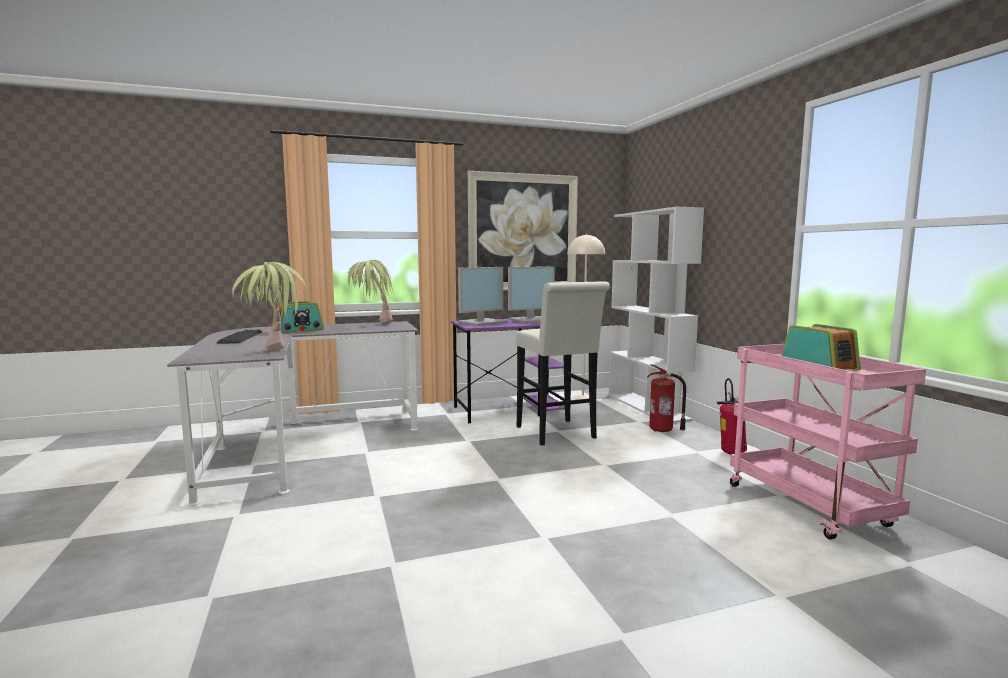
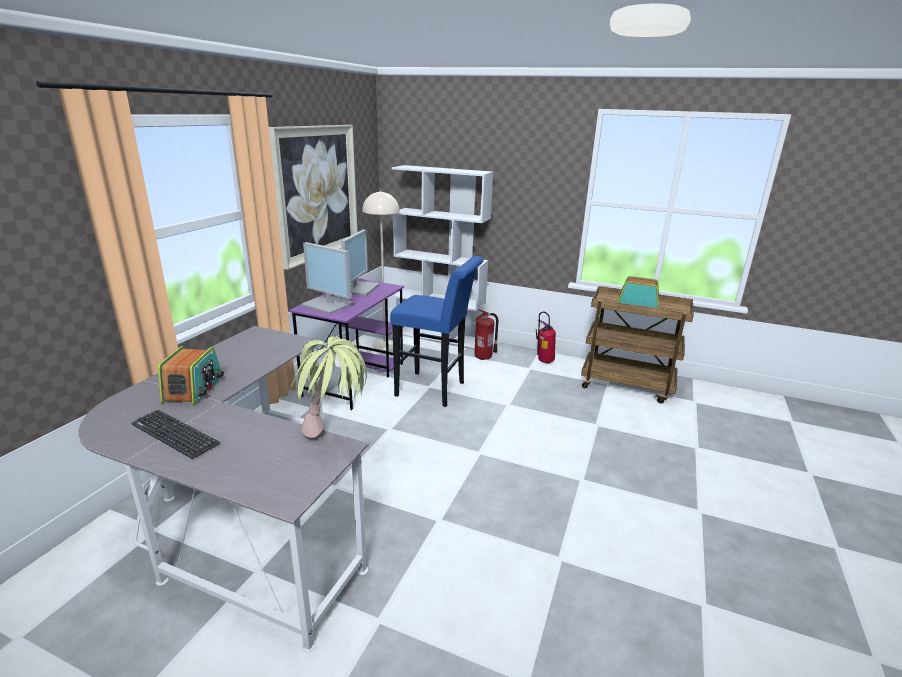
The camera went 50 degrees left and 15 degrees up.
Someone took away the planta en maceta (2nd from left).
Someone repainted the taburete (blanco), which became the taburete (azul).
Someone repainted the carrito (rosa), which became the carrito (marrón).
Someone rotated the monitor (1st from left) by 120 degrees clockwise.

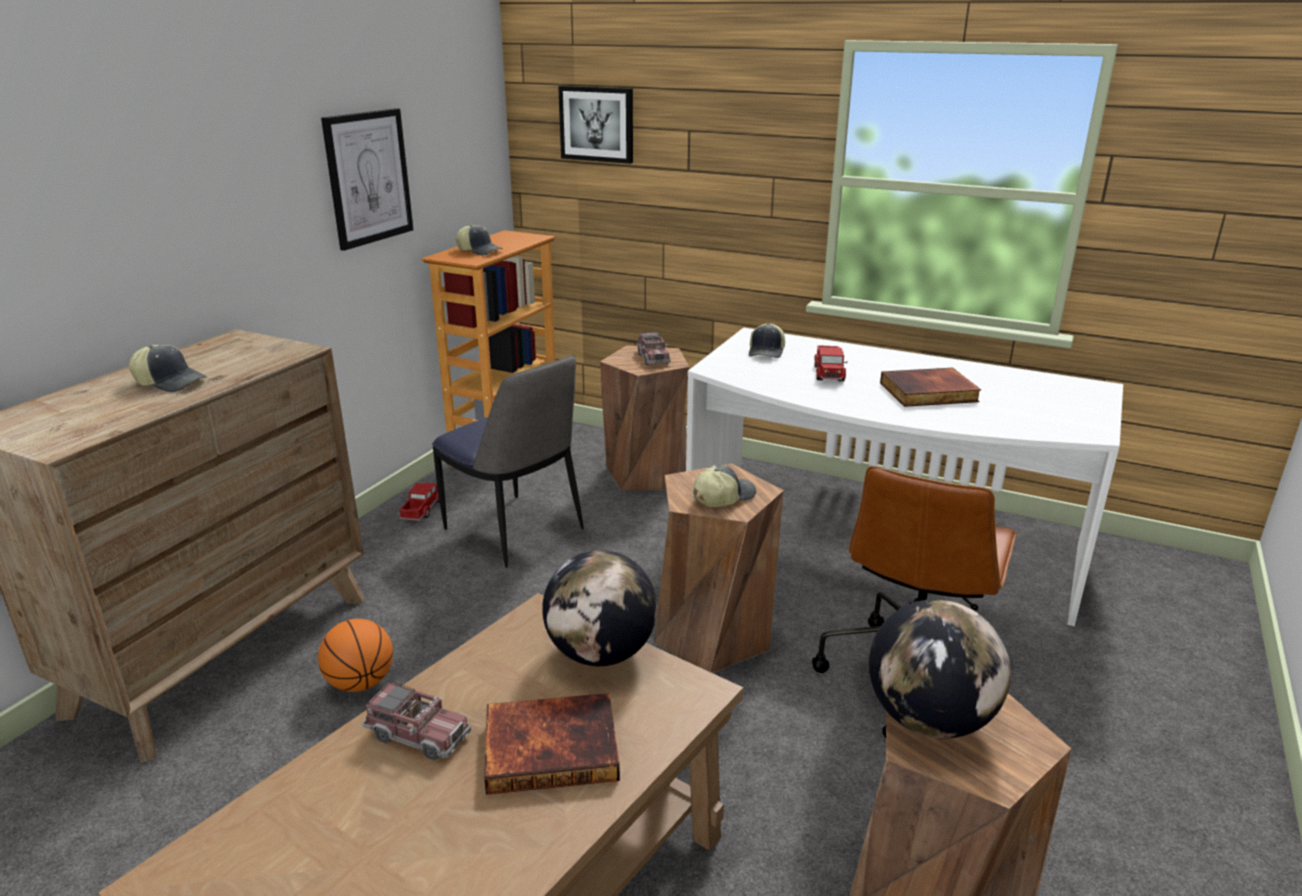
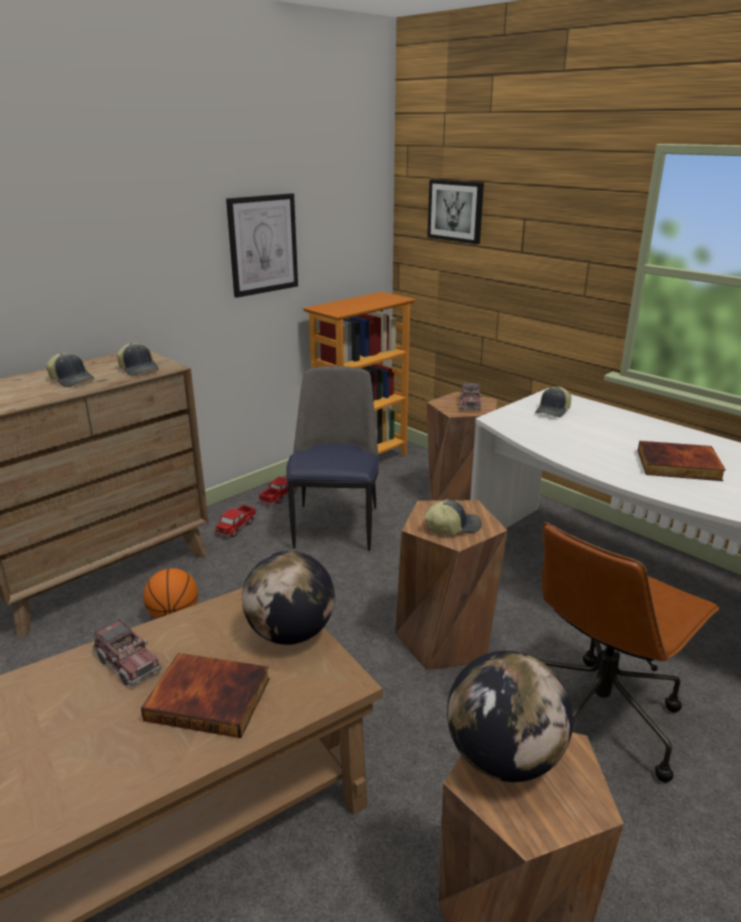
The camera went 20 degrees right and 0 degrees up.
Someone carried the gorra (2nd from left).
Someone carried the camión de juguete (4th from left in the first image).
Someone rotated the silla by 150 degrees counterclockwise.

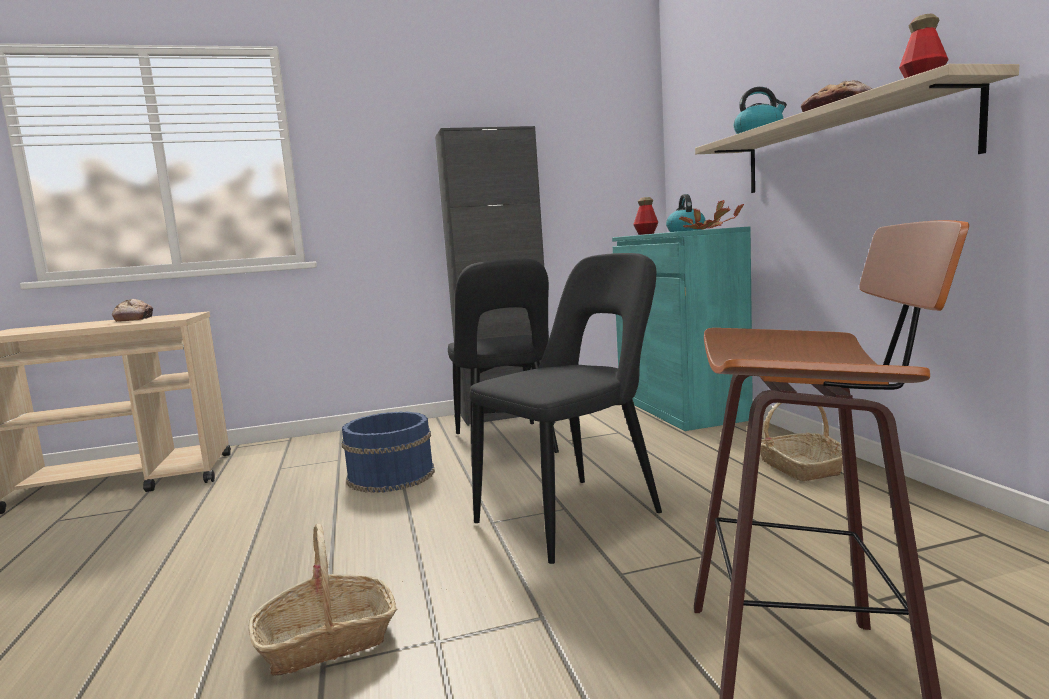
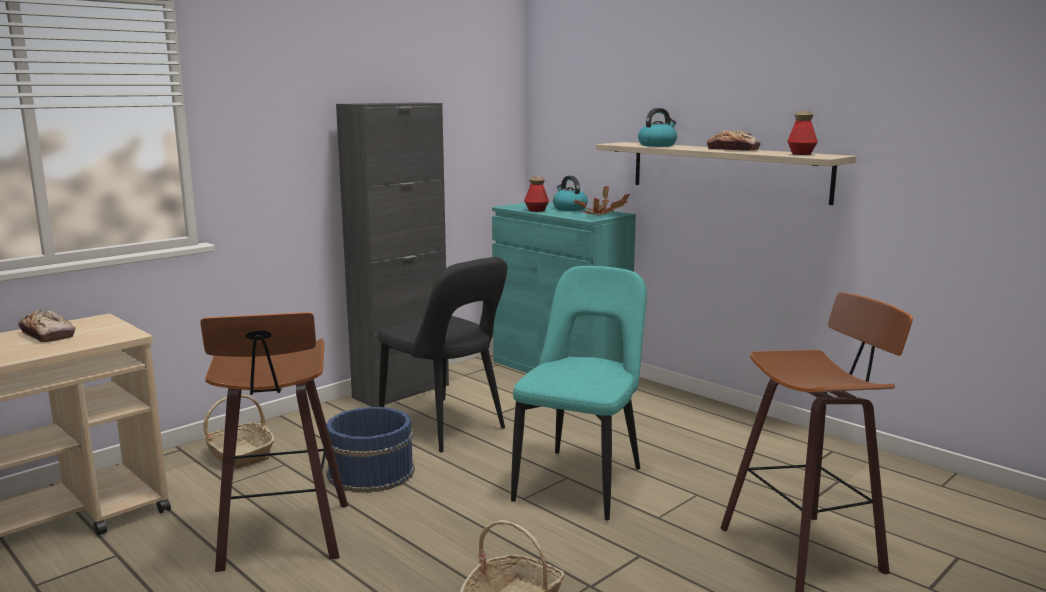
The camera went 30 degrees left and 5 degrees up.
Someone put down the taburete (1st from left).
Someone carried the cesta (2nd from left in the first image).
Someone repainted the silla (negro) (2nd from left), which became the silla (turquesa).

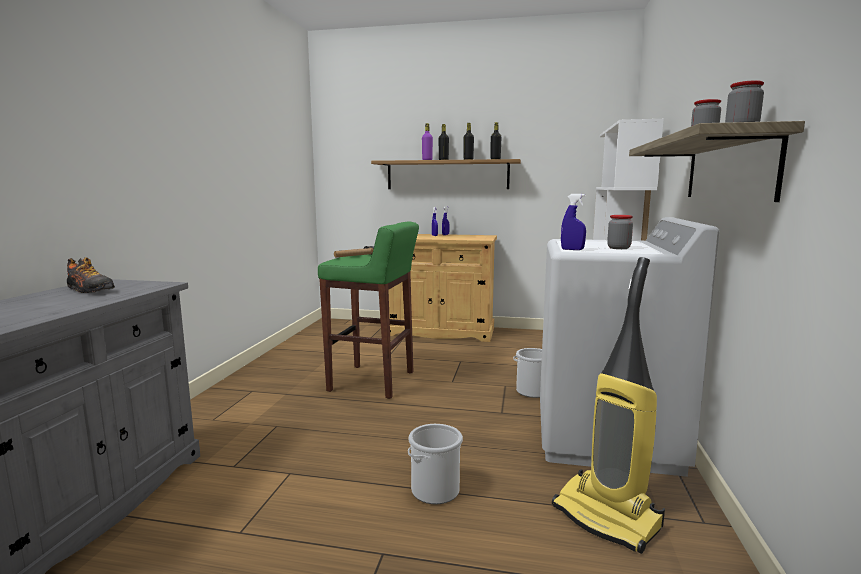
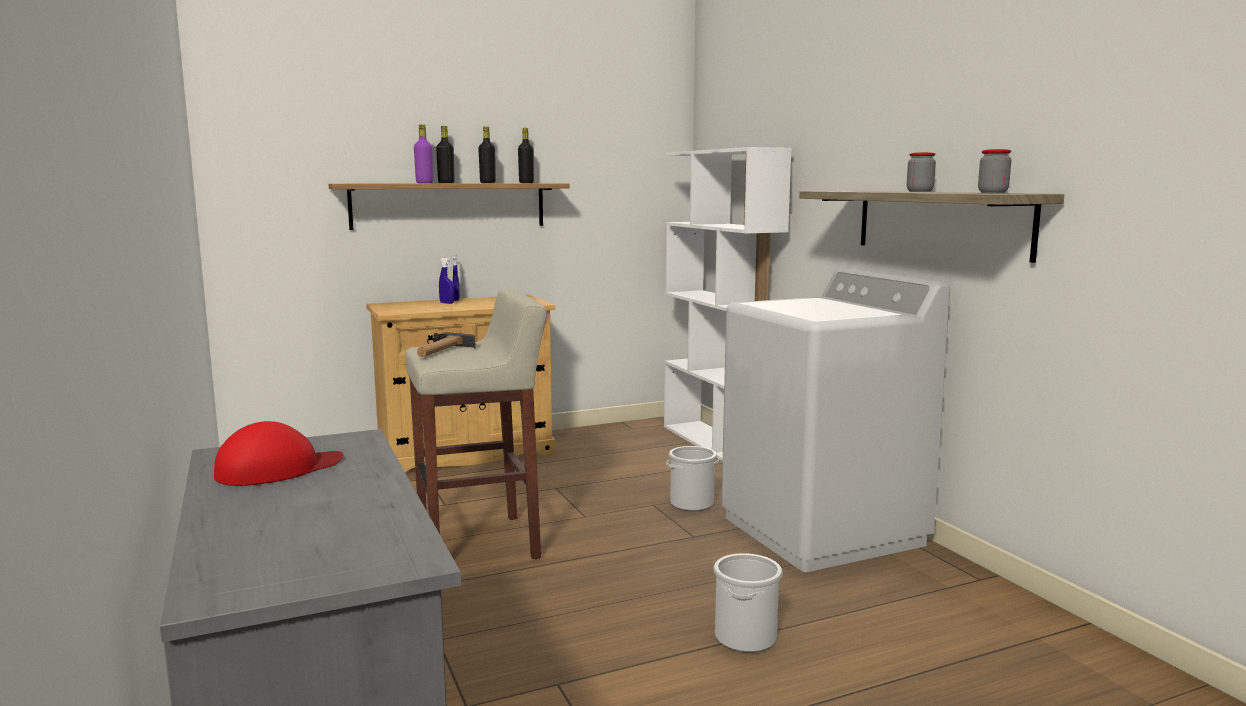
The camera went 35 degrees left and 0 degrees up.
Someone took away the aspiradora.
Someone took away the pulverizador (azul) (3rd from left).
Someone took away the tarro (1st from left).
Someone swapped the zapato for the gorra (rojo).
Someone repainted the taburete (verde), which became the taburete (beis).

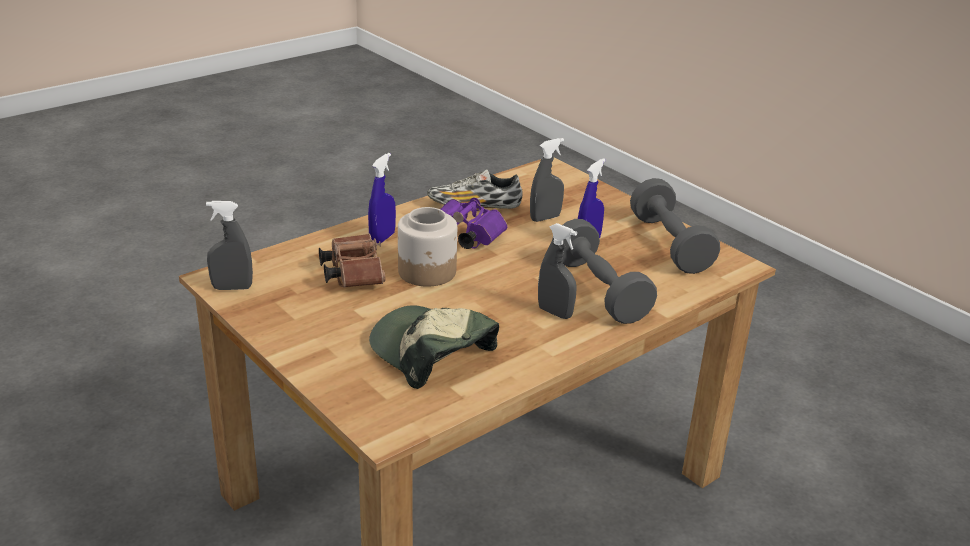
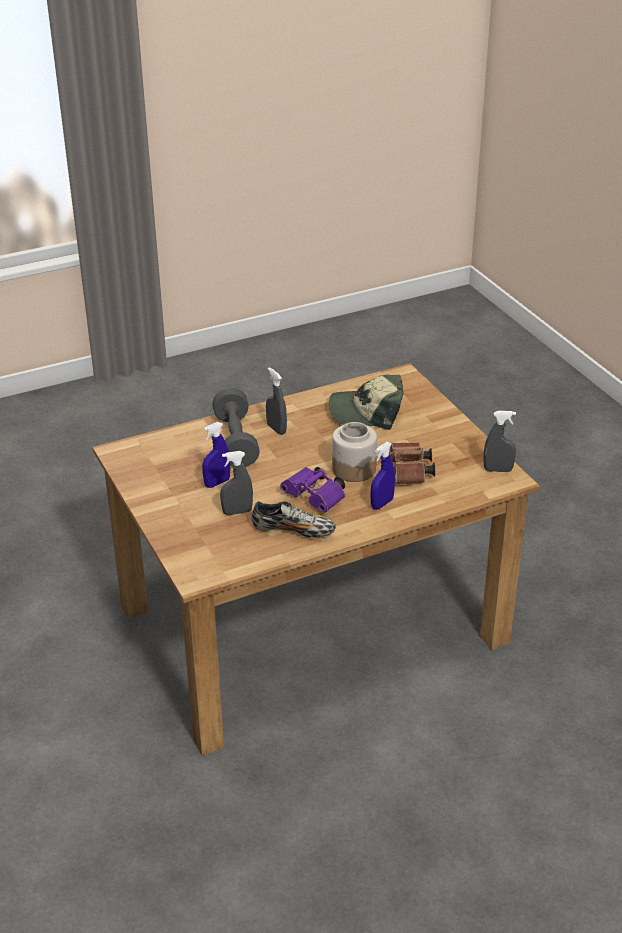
The camera went 165 degrees left and 5 degrees up.
Someone took away the mancuerna (gris) (2nd from left).
Someone rotated the gorra by 120 degrees clockwise.

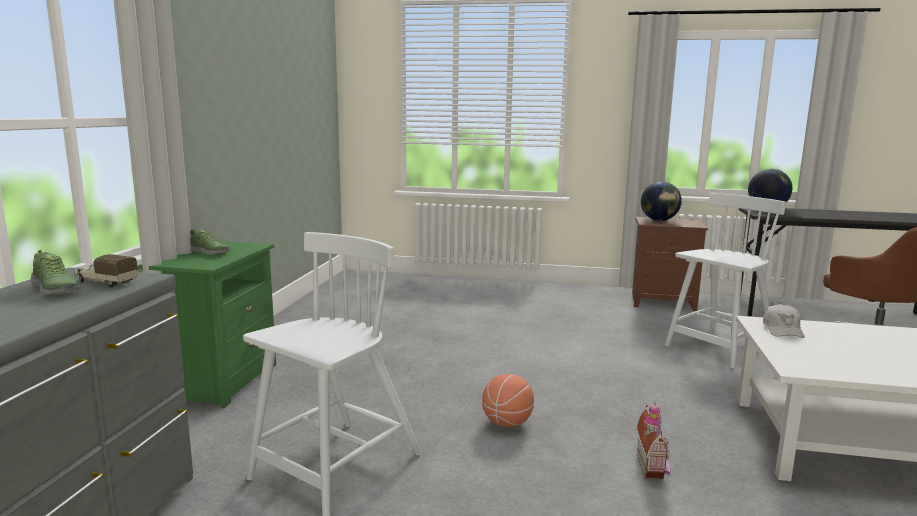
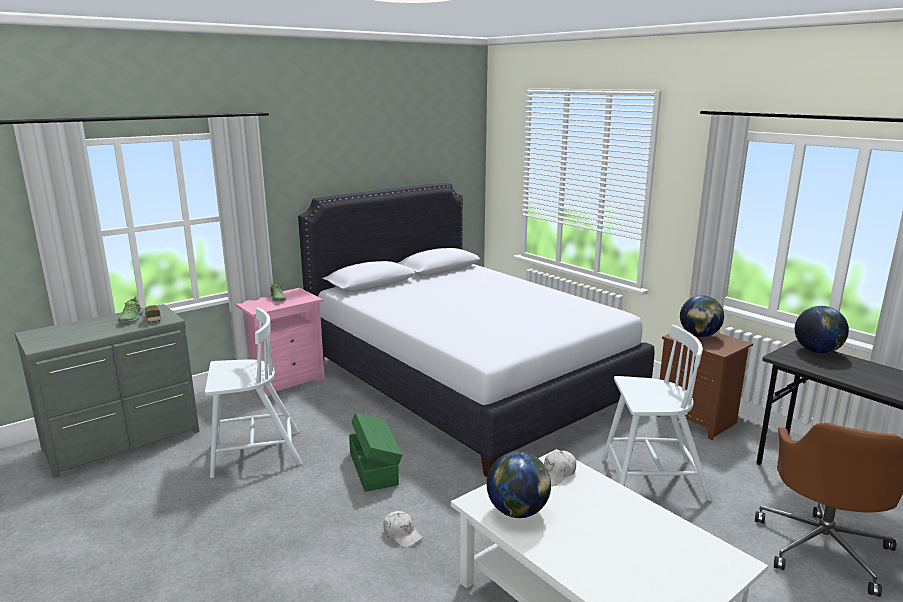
The camera went 40 degrees right and 5 degrees up.
Someone put down the cama (blanco).
Someone put down the globo terráqueo (1st from left).
Someone swapped the balón de baloncesto for the caja de almacenaje (verde).
Someone swapped the casita for the gorra (blanco) (1st from left).
Someone repainted the mesita de noche (verde), which became the mesita de noche (rosa).

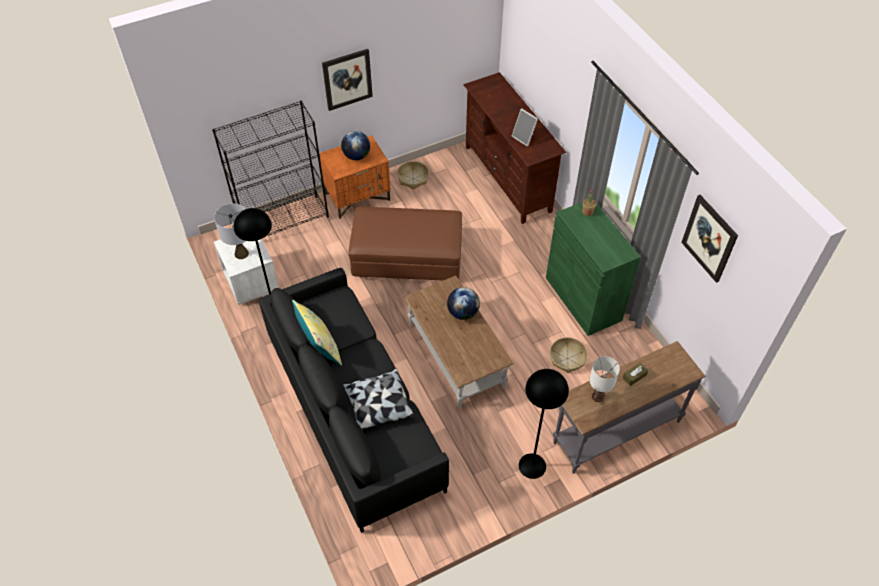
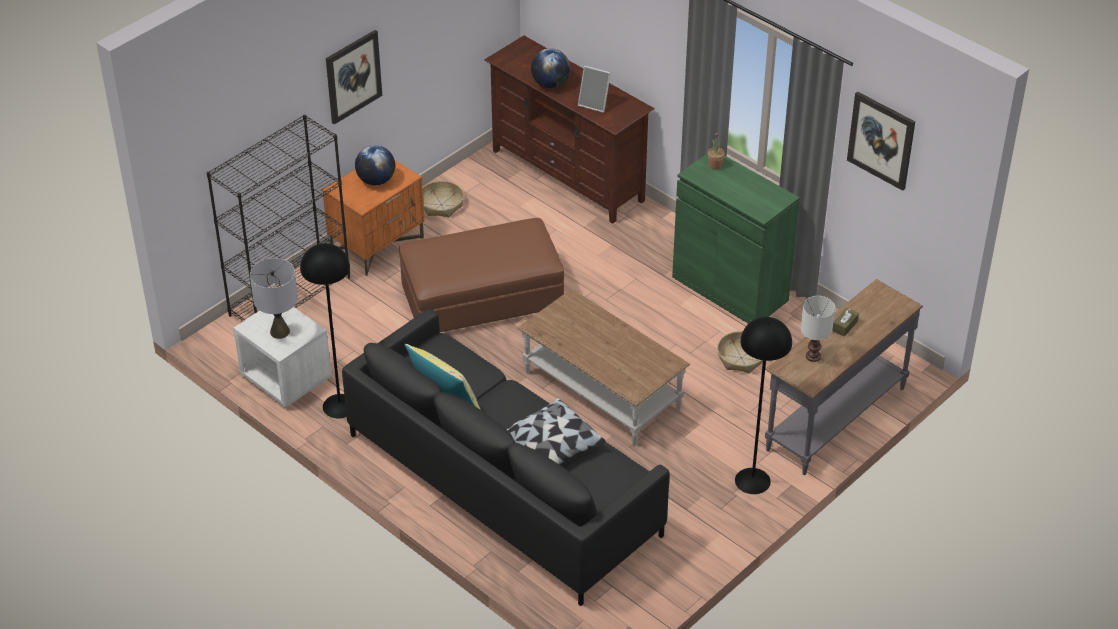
The camera went 20 degrees left and 10 degrees down.
Someone carried the globo terráqueo (2nd from left).

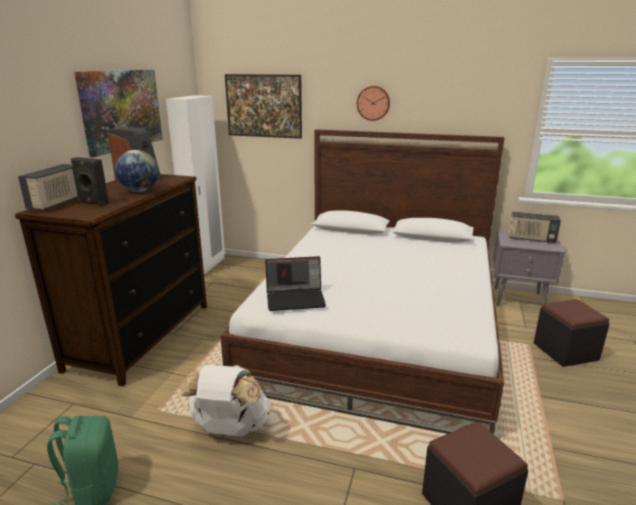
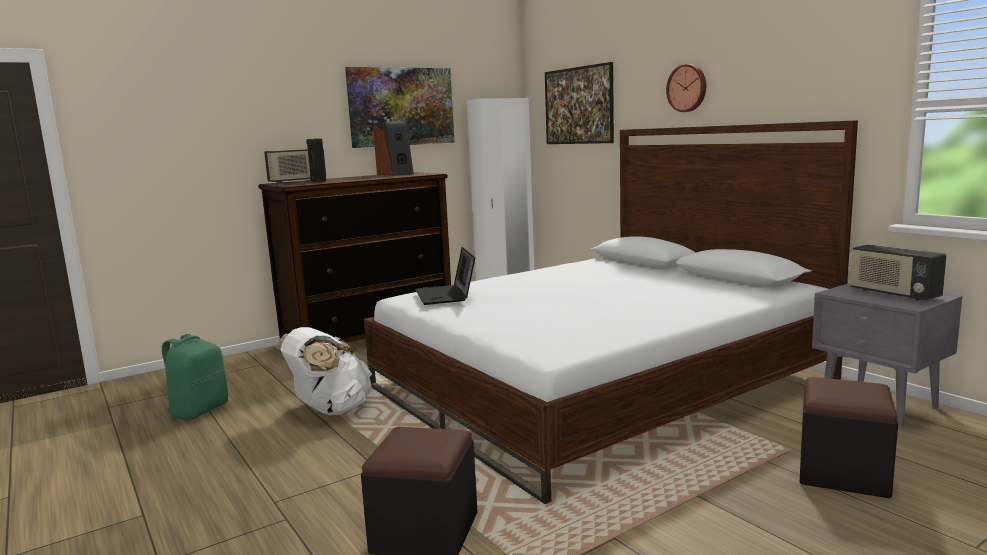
The camera went 40 degrees right and 10 degrees down.
Someone took away the globo terráqueo.
Someone rotated the portátil by 45 degrees clockwise.

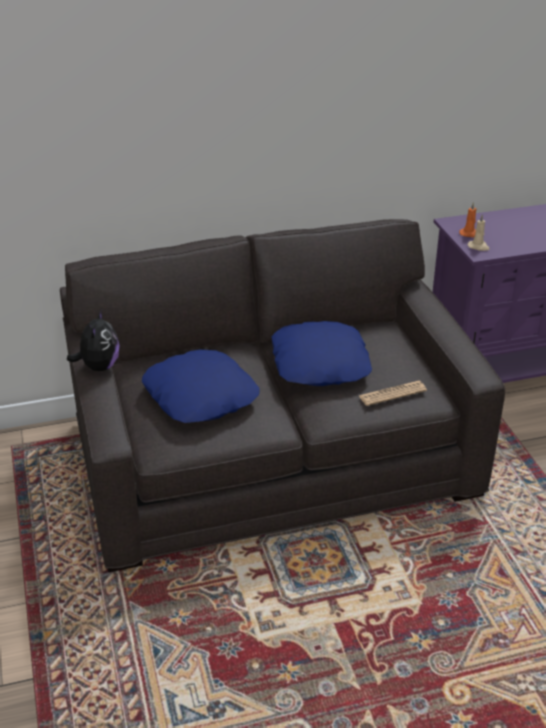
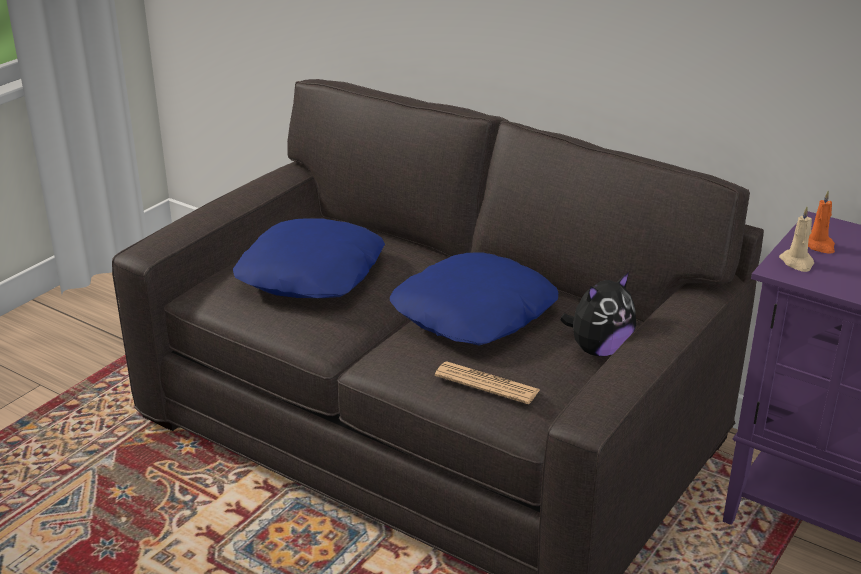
The camera went 50 degrees right and 5 degrees down.
Someone carried the peluche.

